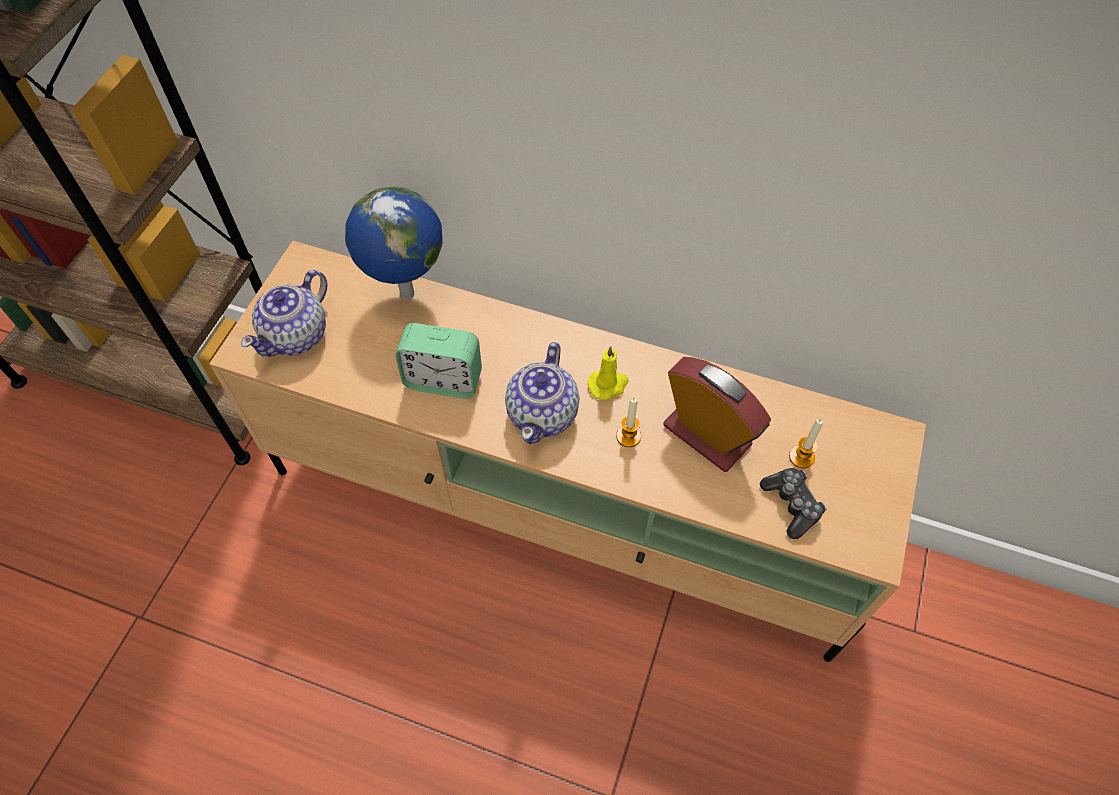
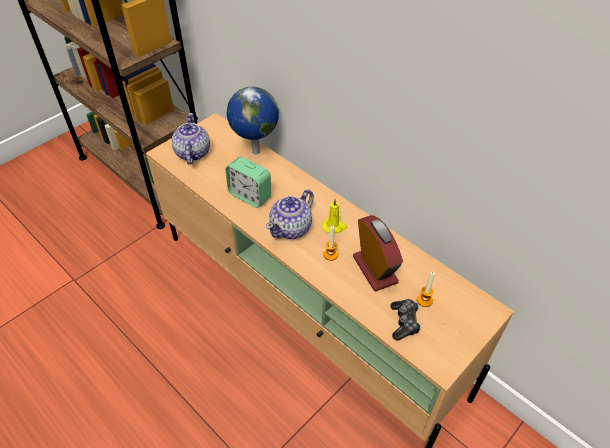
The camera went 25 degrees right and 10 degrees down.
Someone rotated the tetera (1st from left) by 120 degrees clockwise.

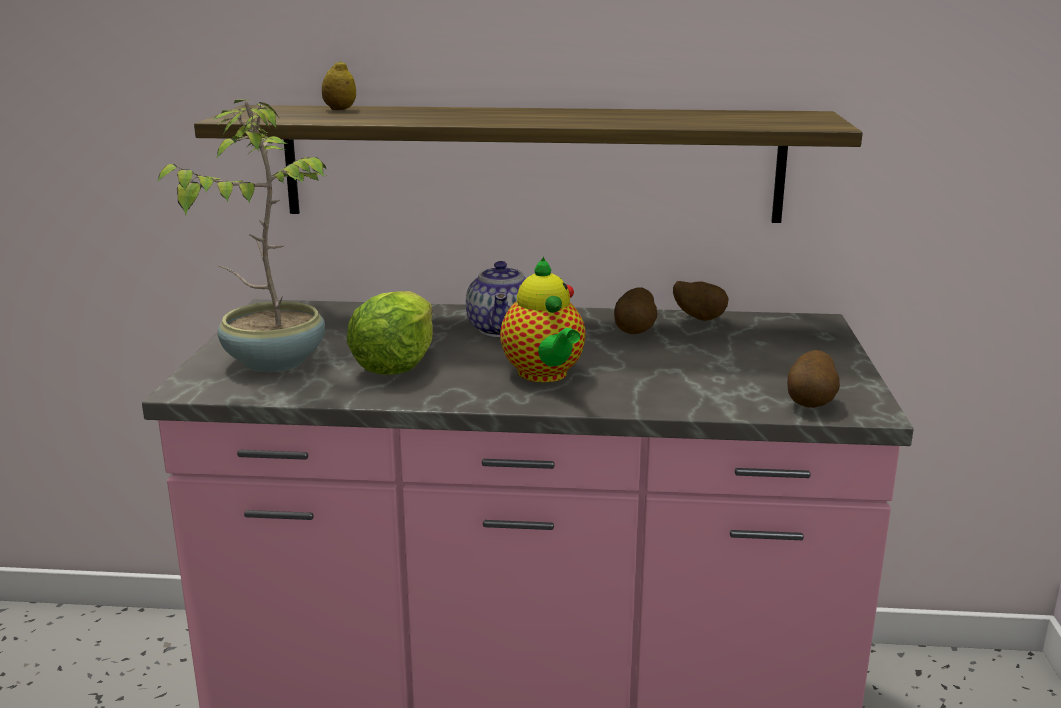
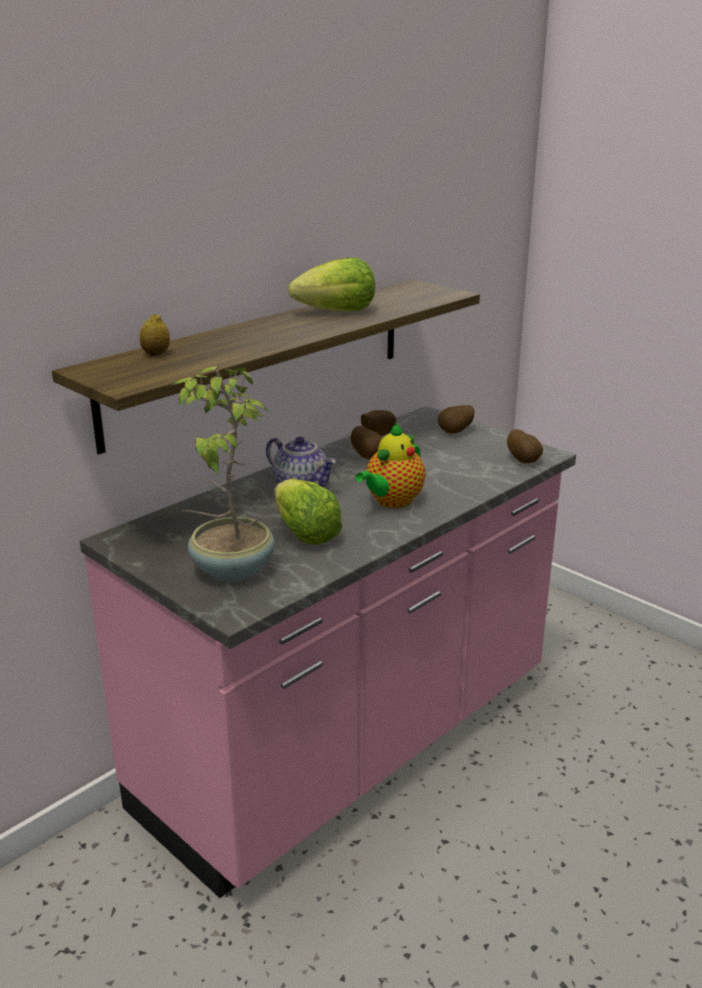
The camera went 50 degrees left and 5 degrees up.
Someone put down the lechuga (2nd from left).
Someone put down the patata (3rd from left).
Someone rotated the tetera (2nd from left) by 105 degrees clockwise.

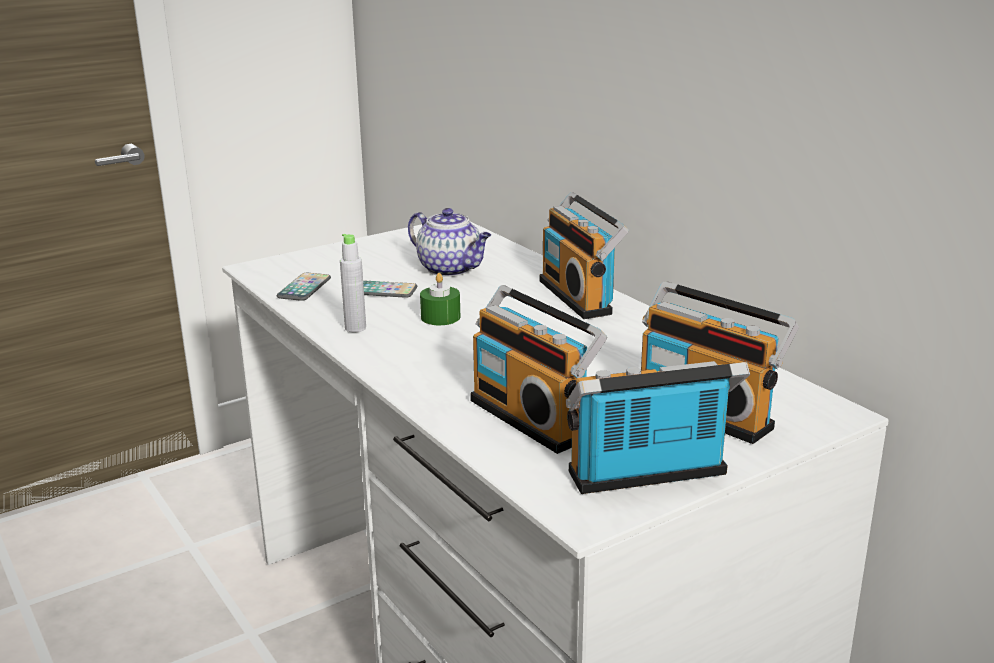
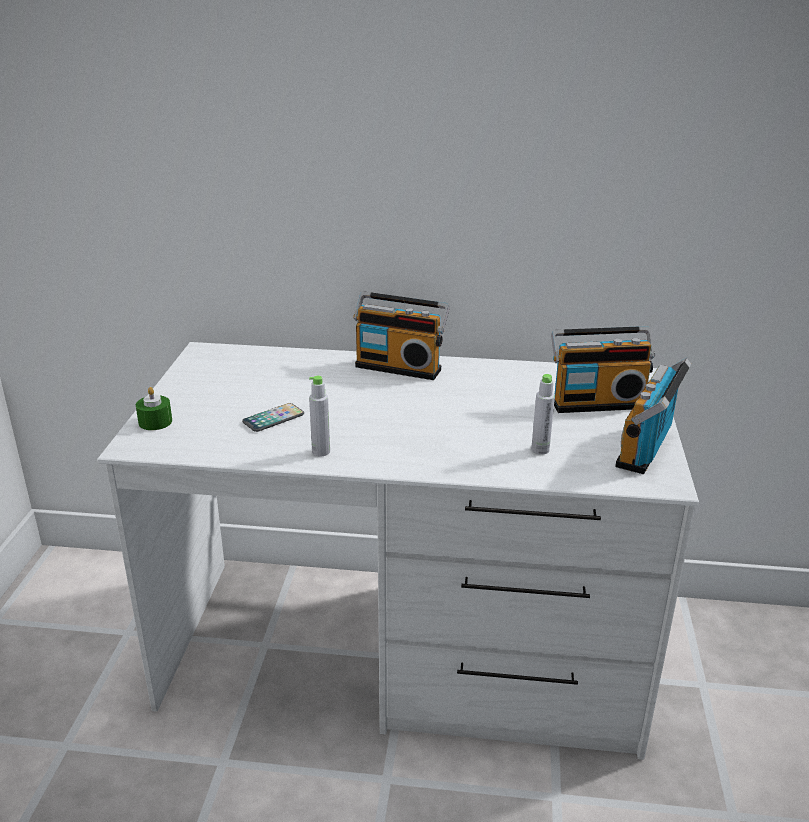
The camera went 50 degrees left and 5 degrees up.
Someone took away the móvil (1st from left).
Someone took away the tetera.
Someone carried the vela (verde).
Someone swapped the radio (1st from left) for the botella (gris) (2nd from left).

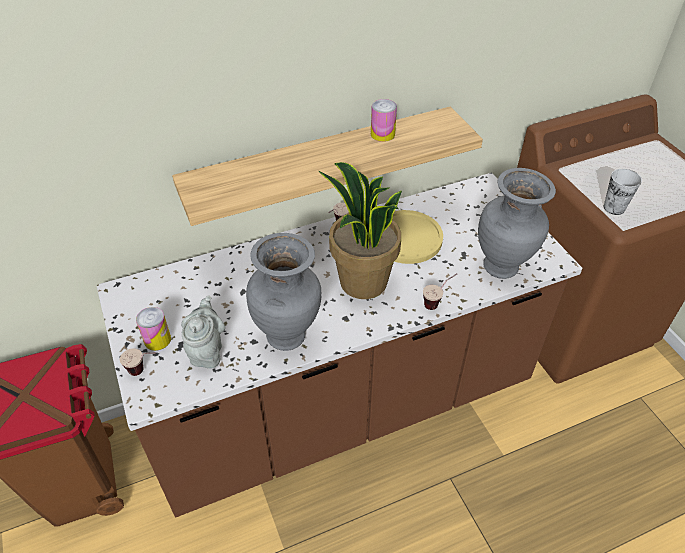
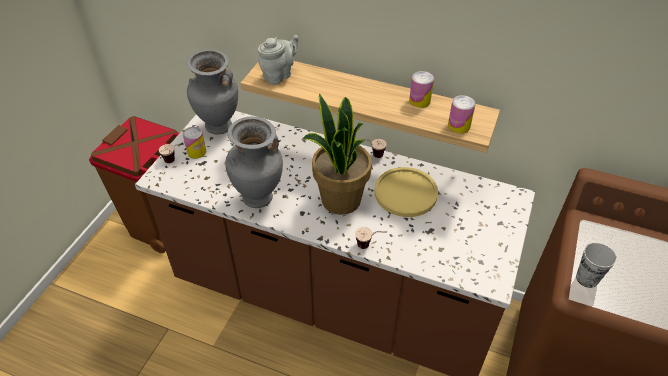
The camera went 45 degrees right and 0 degrees up.
Someone put down the lata (3rd from left).
Someone carried the tetera (gris).
Someone carried the florero (gris) (2nd from left in the first image).

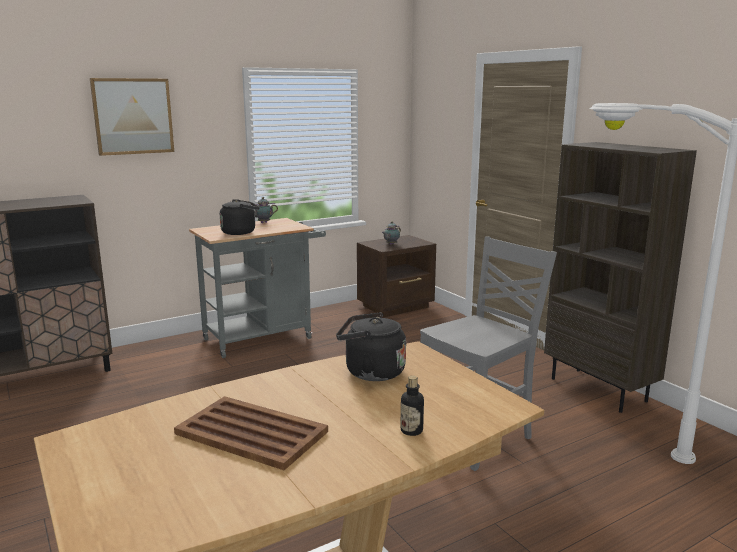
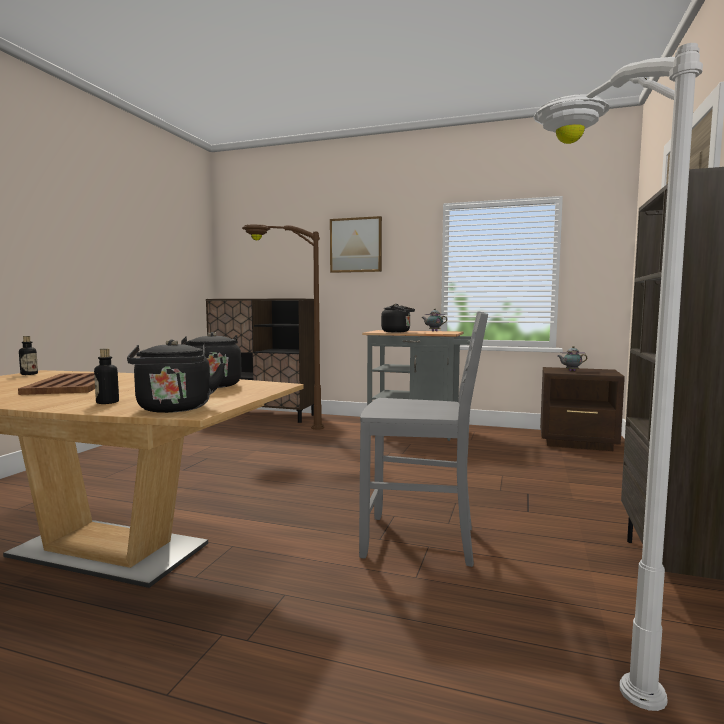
The camera went 50 degrees right and 10 degrees down.
Someone put down the botella (1st from left).
Someone put down the hervidor (negro) (1st from left).
Someone put down the lámpara de pie (marrón).

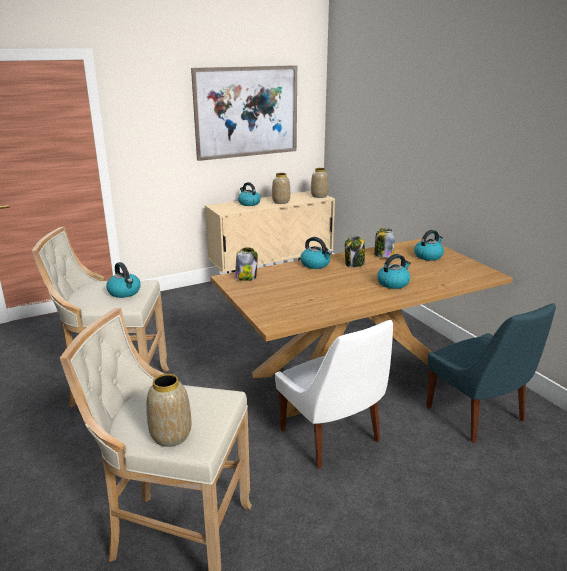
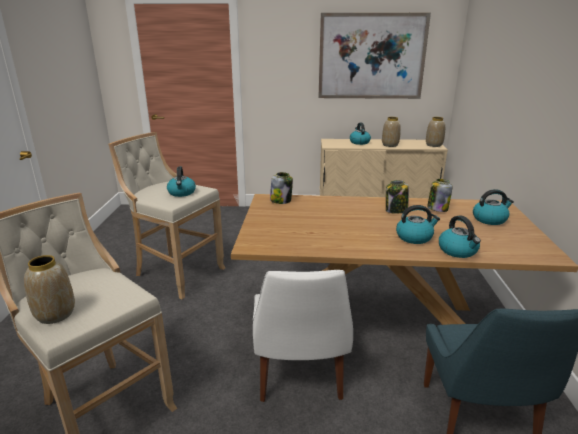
The camera went 30 degrees right and 0 degrees up.
Someone carried the hervidor (3rd from left in the first image).

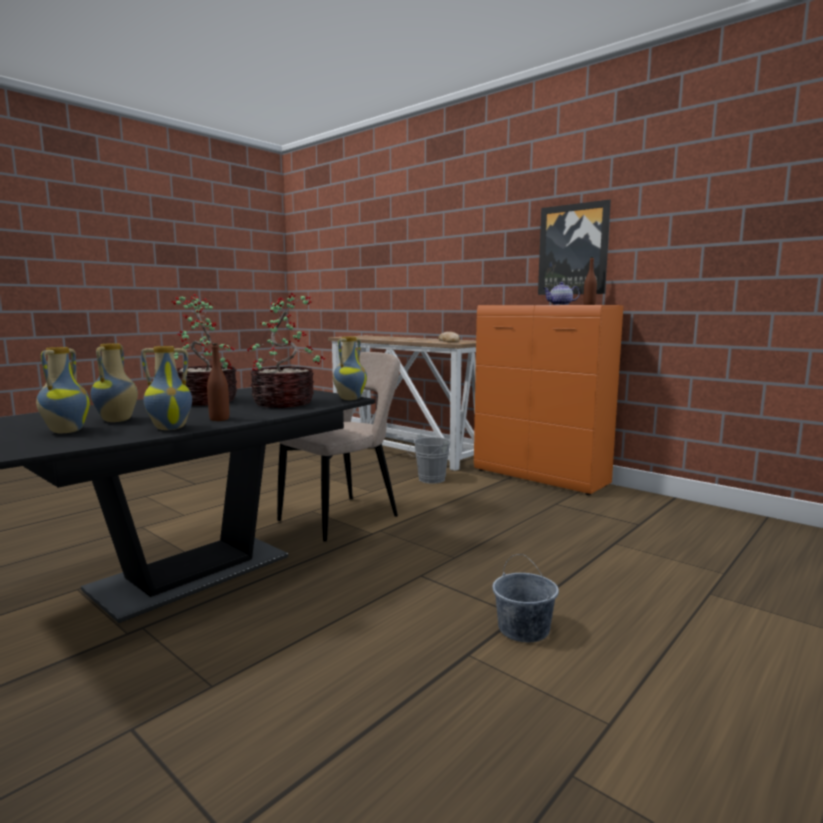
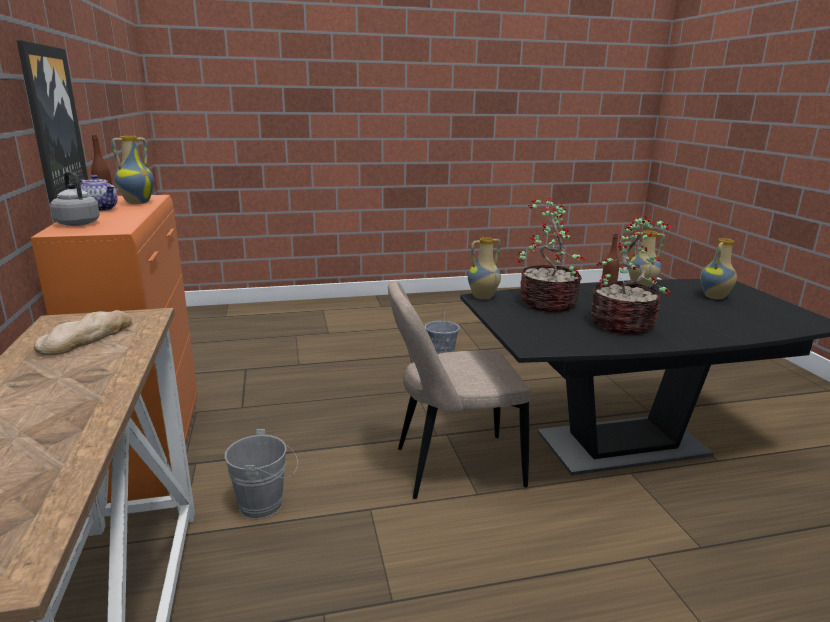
The camera went 145 degrees left and 10 degrees up.
Someone put down the hervidor (gris).
Someone carried the florero (2nd from left in the first image).

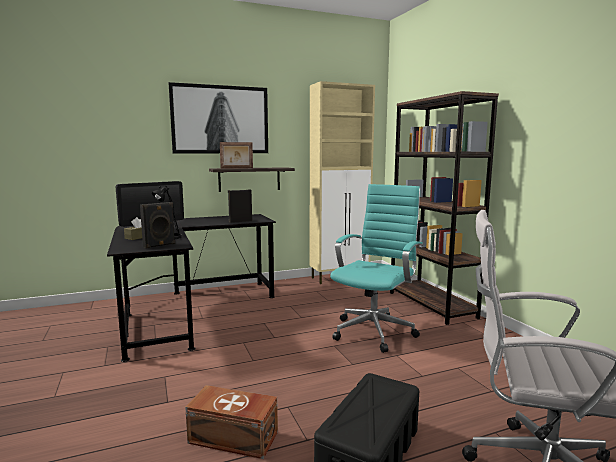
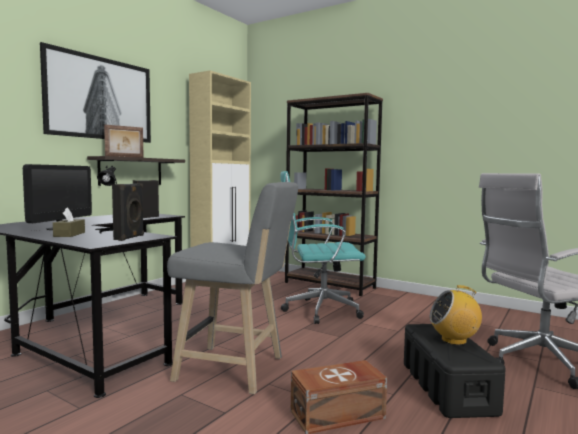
The camera went 35 degrees left and 5 degrees down.
Someone put down the taburete (gris).
Someone put down the radio.
Someone rotated the silla de oficina (turquesa) by 90 degrees counterclockwise.

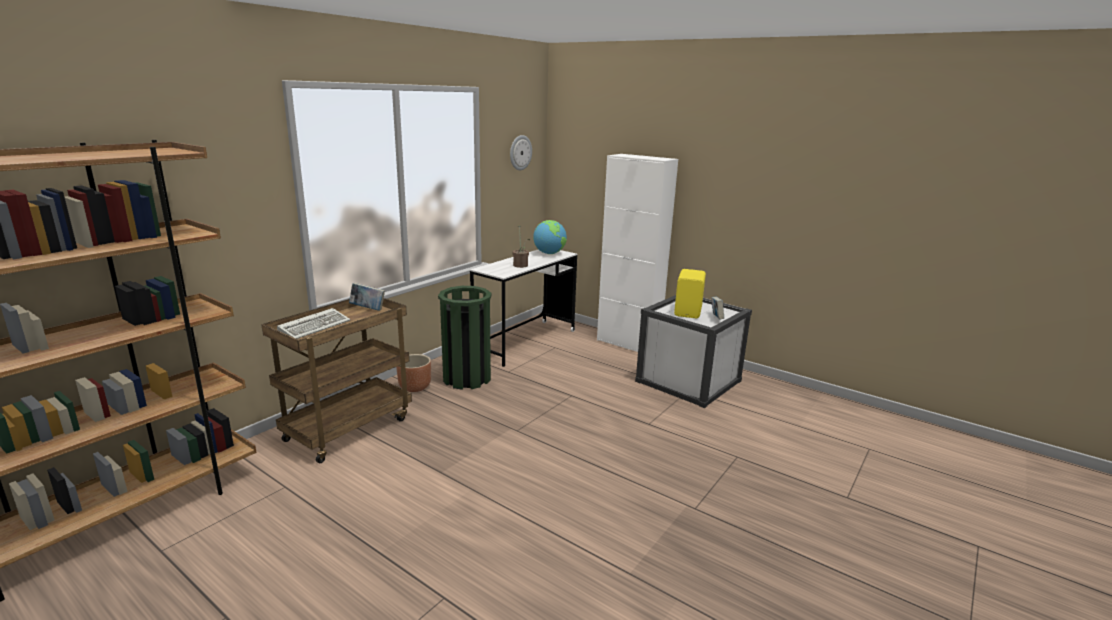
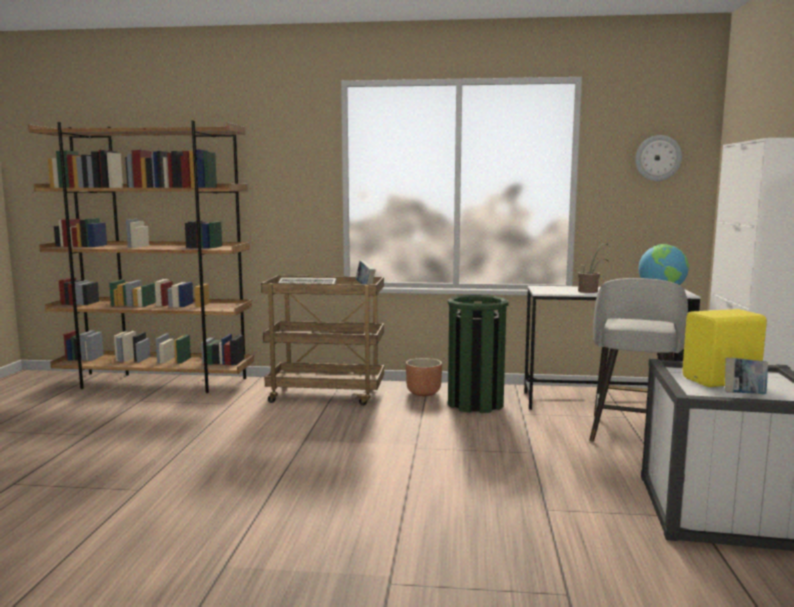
The camera went 60 degrees right and 10 degrees down.
Someone put down the taburete (gris).

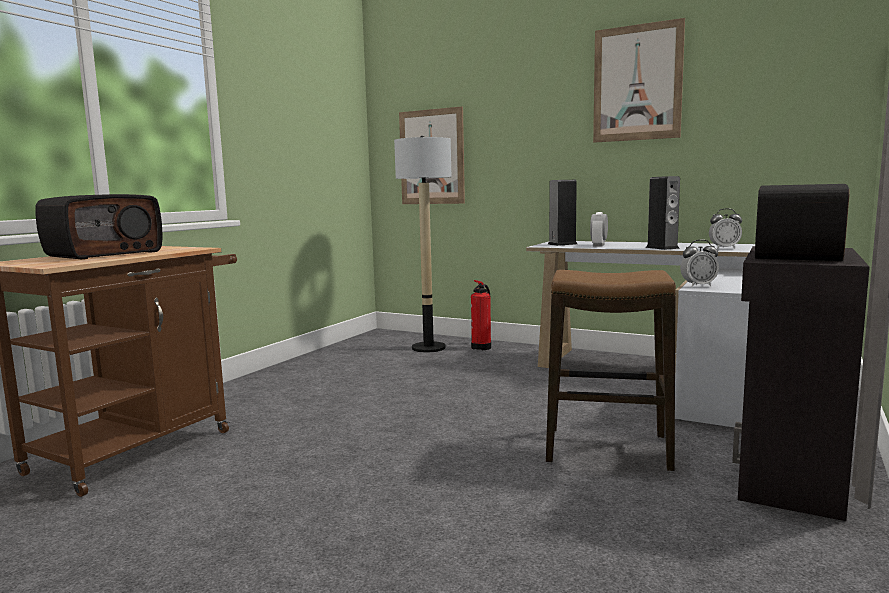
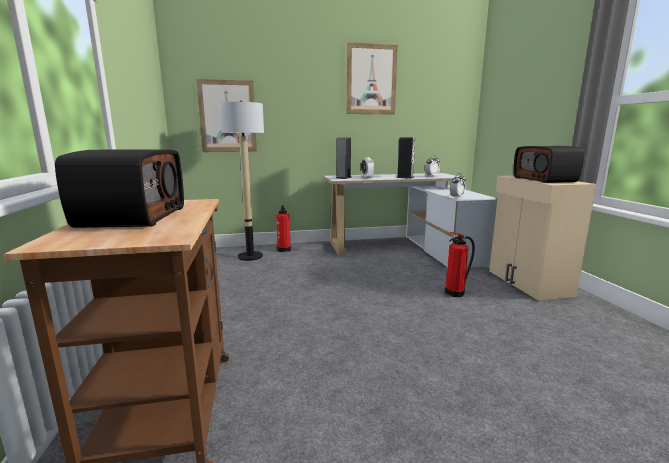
The camera went 40 degrees left and 5 degrees up.
Someone swapped the taburete for the extintor (2nd from left).
Someone repainted the armario (negro), which became the armario (beis).

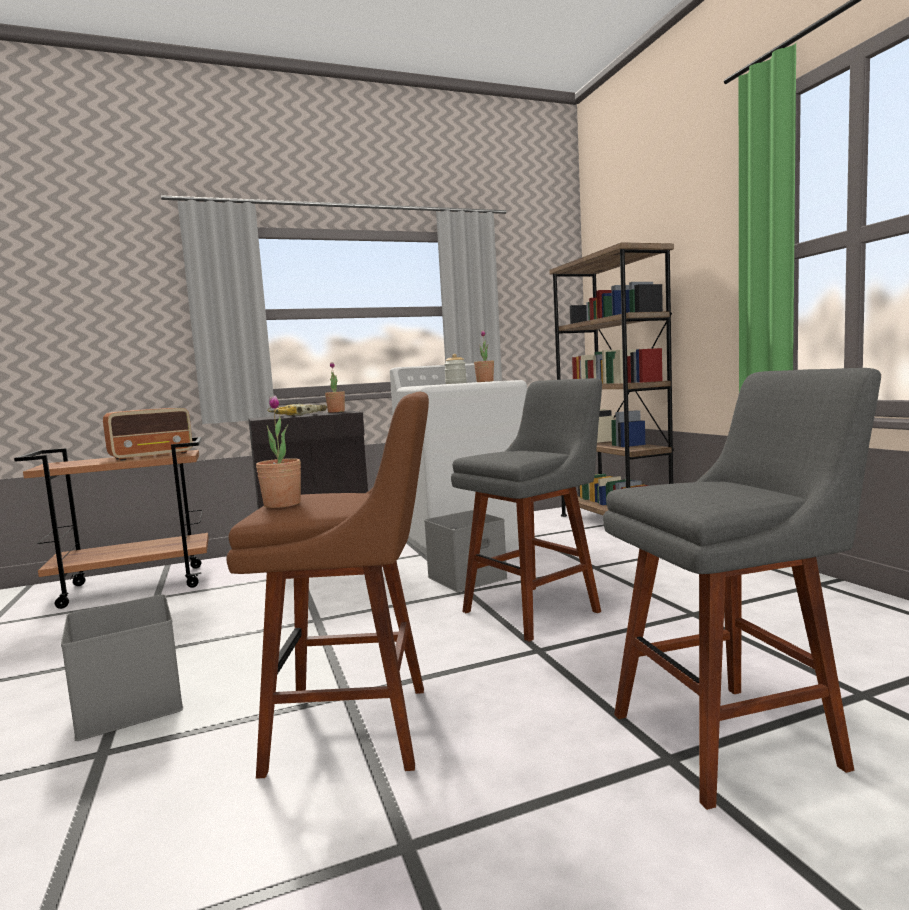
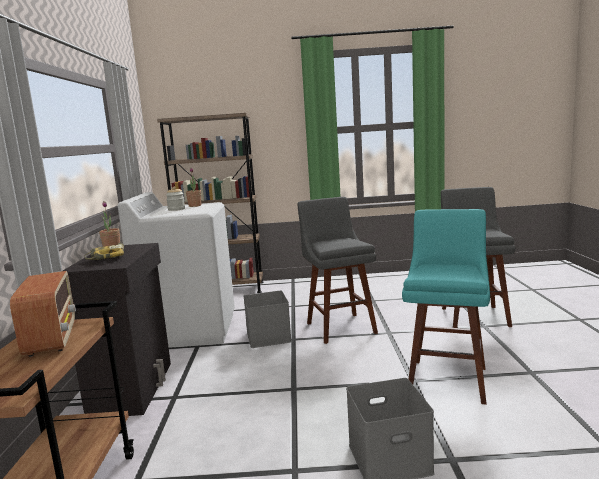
The camera went 70 degrees left and 5 degrees up.
Someone took away the planta en maceta (1st from left).
Someone repainted the taburete (marrón), which became the taburete (turquesa).

